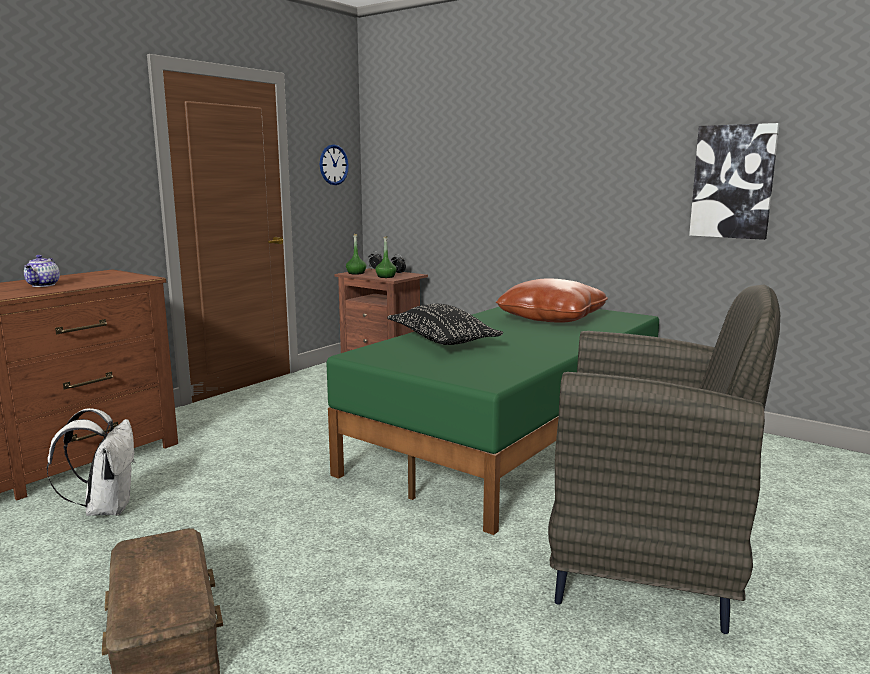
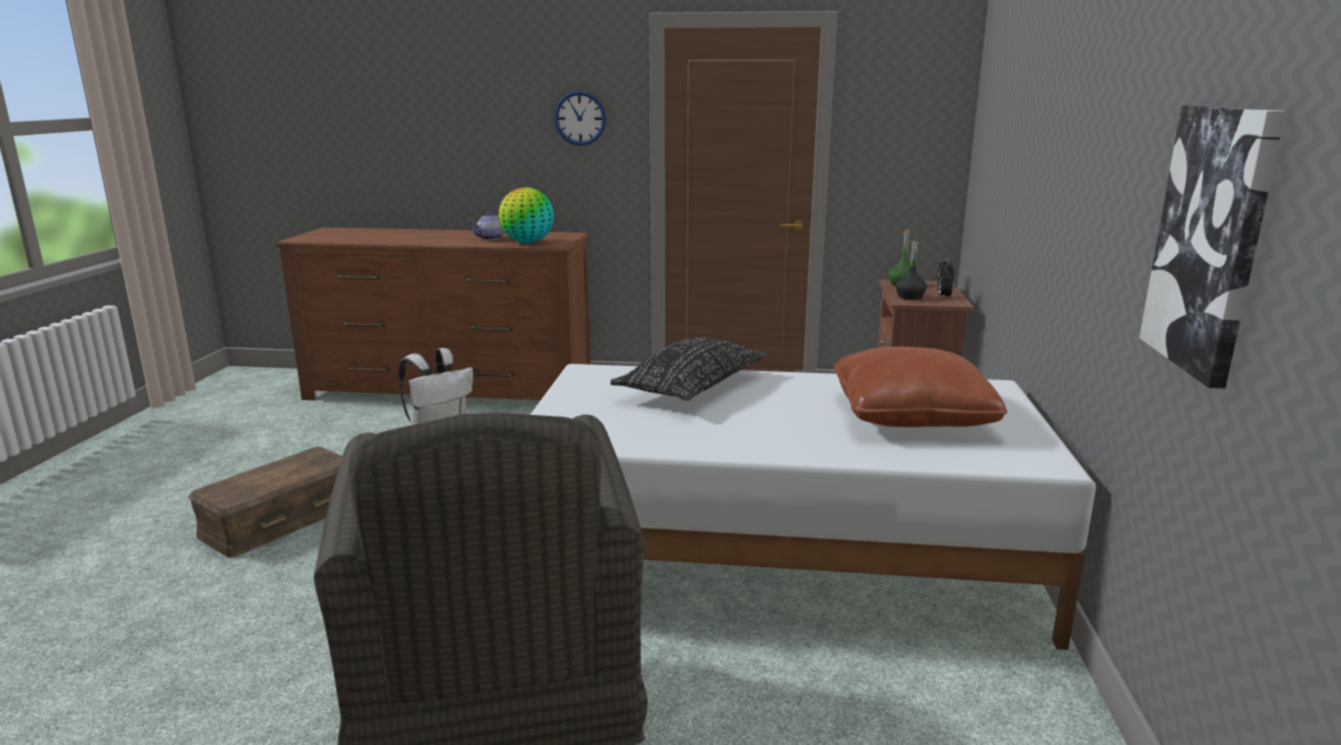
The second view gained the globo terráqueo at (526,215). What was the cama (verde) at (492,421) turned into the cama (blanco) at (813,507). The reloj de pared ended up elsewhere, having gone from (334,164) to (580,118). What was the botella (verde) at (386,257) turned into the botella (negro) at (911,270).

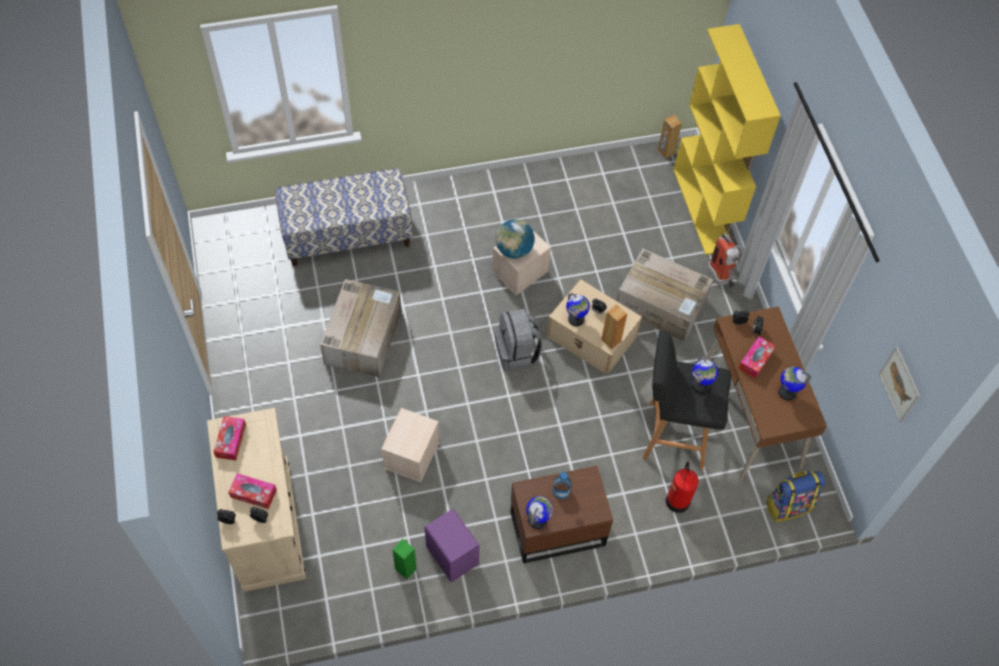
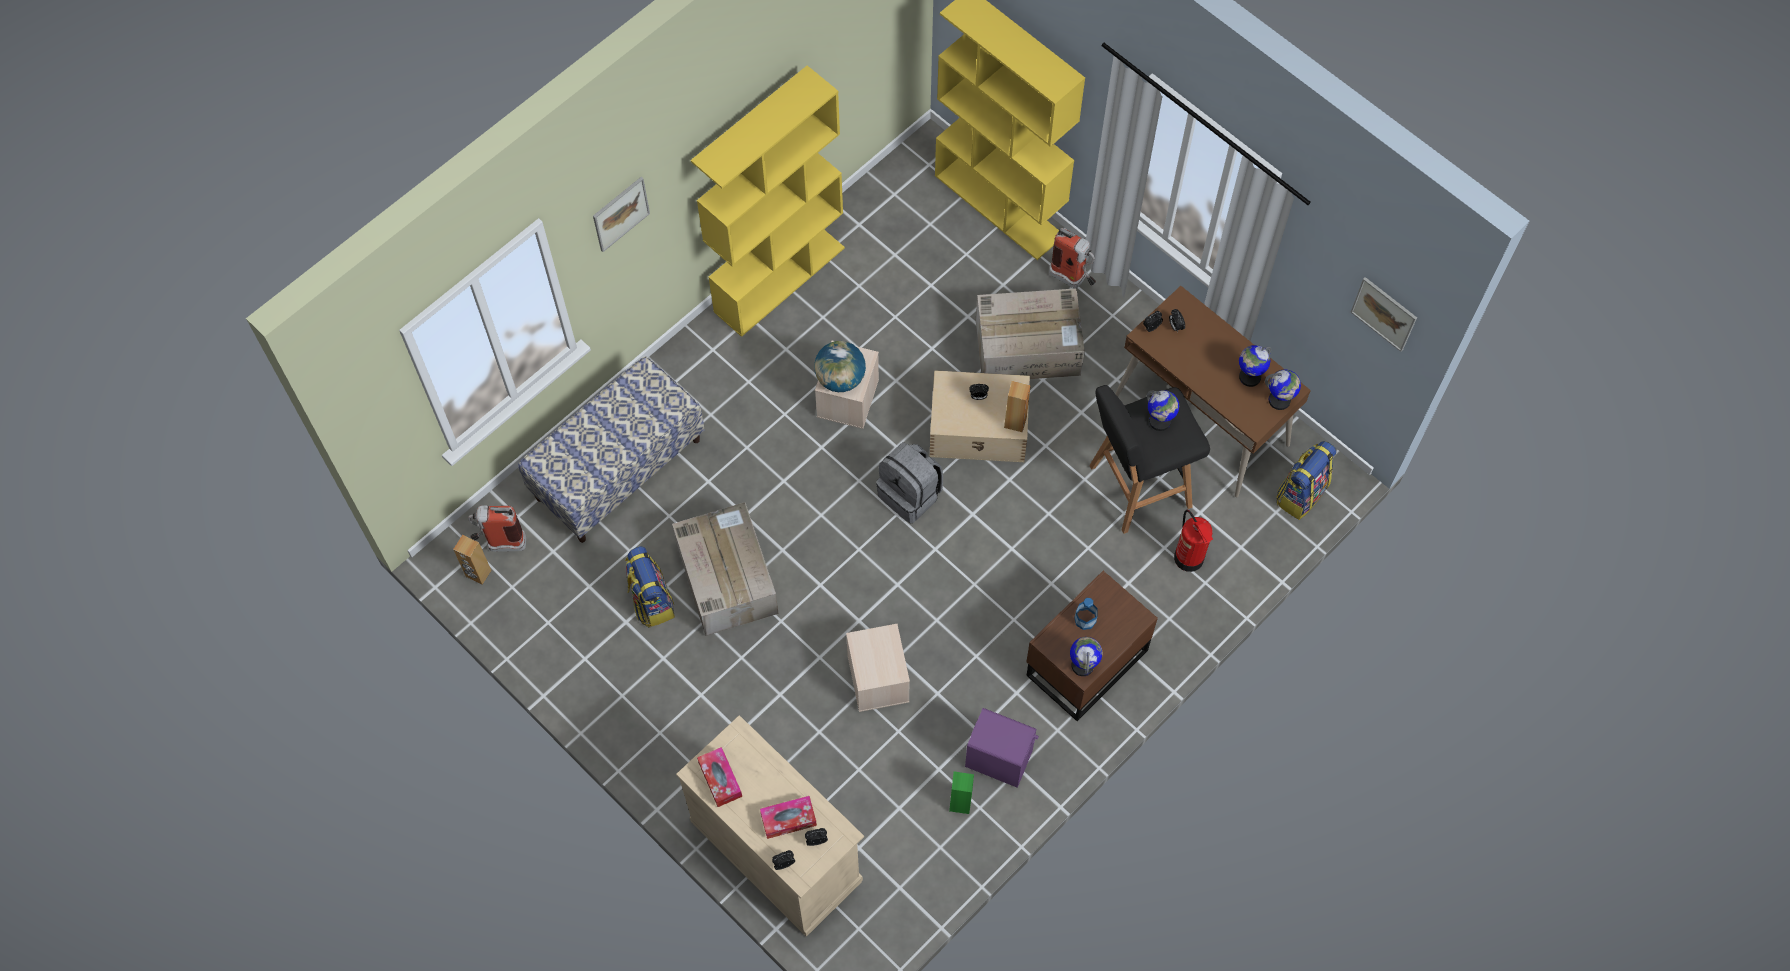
The altavoz (marrón) ended up elsewhere, having gone from (670,137) to (472,560). The second view gained the extintor at (497,528). The second view gained the cuadro at (621,214). The second view gained the mochila at (650,587). The second view gained the estantería (amarillo) at (768,201). The globo terráqueo ended up elsewhere, having gone from (578,309) to (1283,389). The second view lost the caja de pañuelos at (757,357).

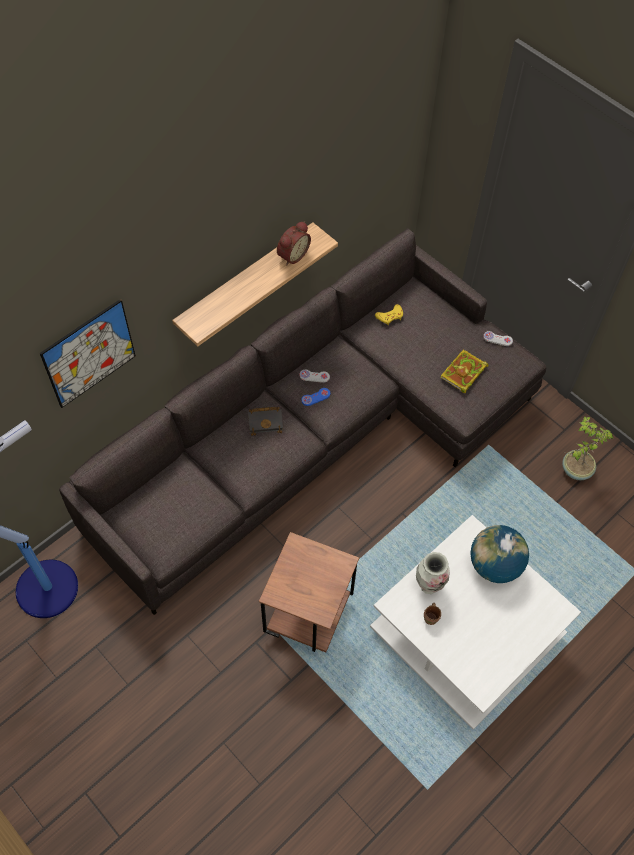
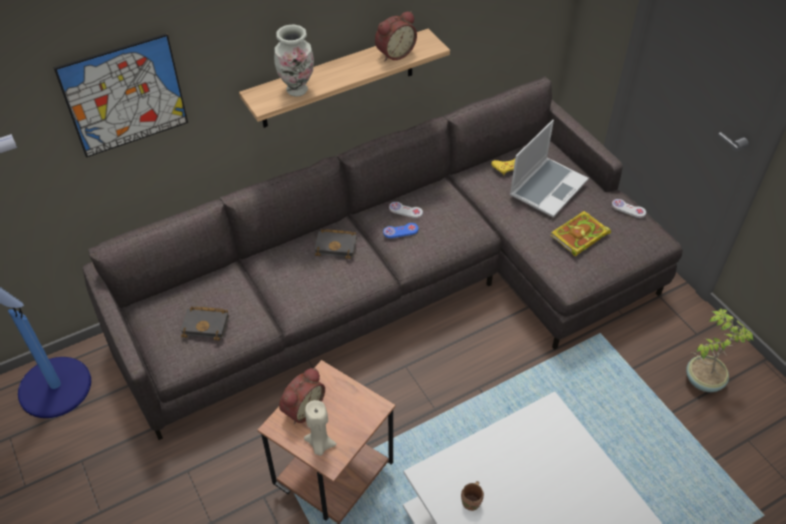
The second view gained the libro (negro) at (204,323). The florero ended up elsewhere, having gone from (433,573) to (294,60). The second view gained the despertador at (302,396). The second view gained the vela (beis) at (320,428). The second view gained the portátil at (549,168). The second view lost the globo terráqueo at (499,554).

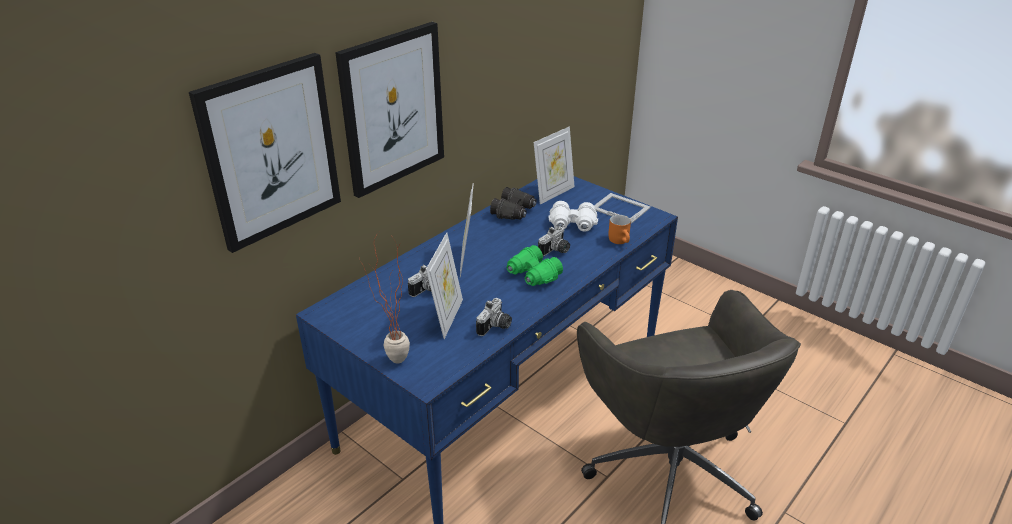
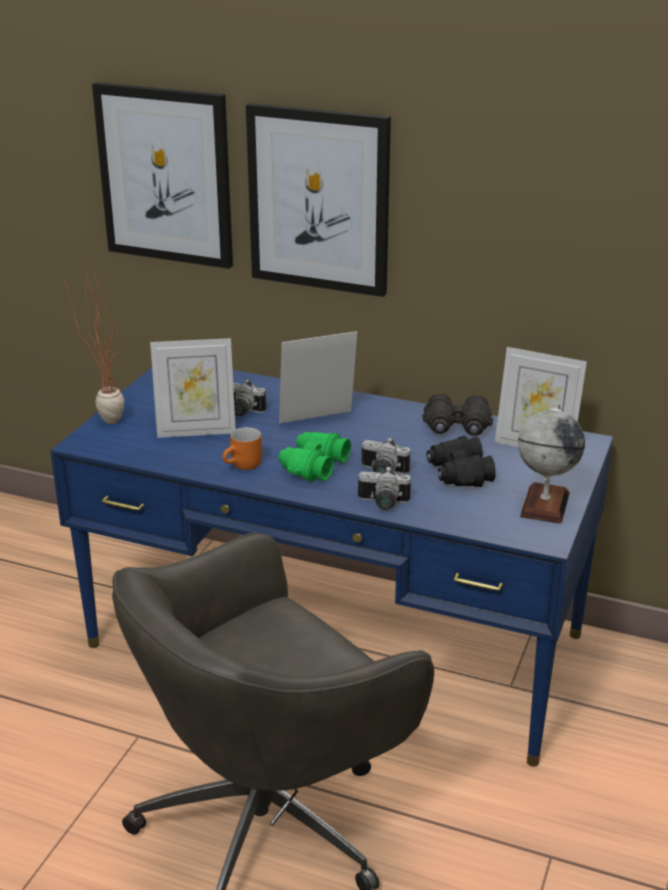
The taza grande (naranja) ended up elsewhere, having gone from (619,229) to (242,448). The cámara ended up elsewhere, having gone from (494,317) to (384,488). What was the prismáticos (blanco) at (573,216) turned into the prismáticos (negro) at (461,461). Where the portarretratos stood at (622,208), the globo terráqueo came to stand at (551,463).

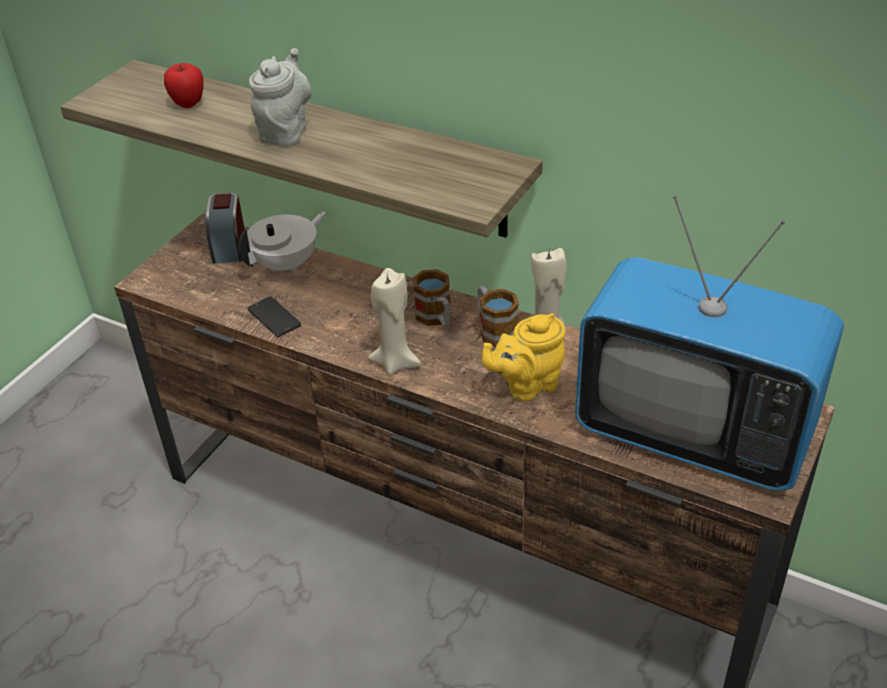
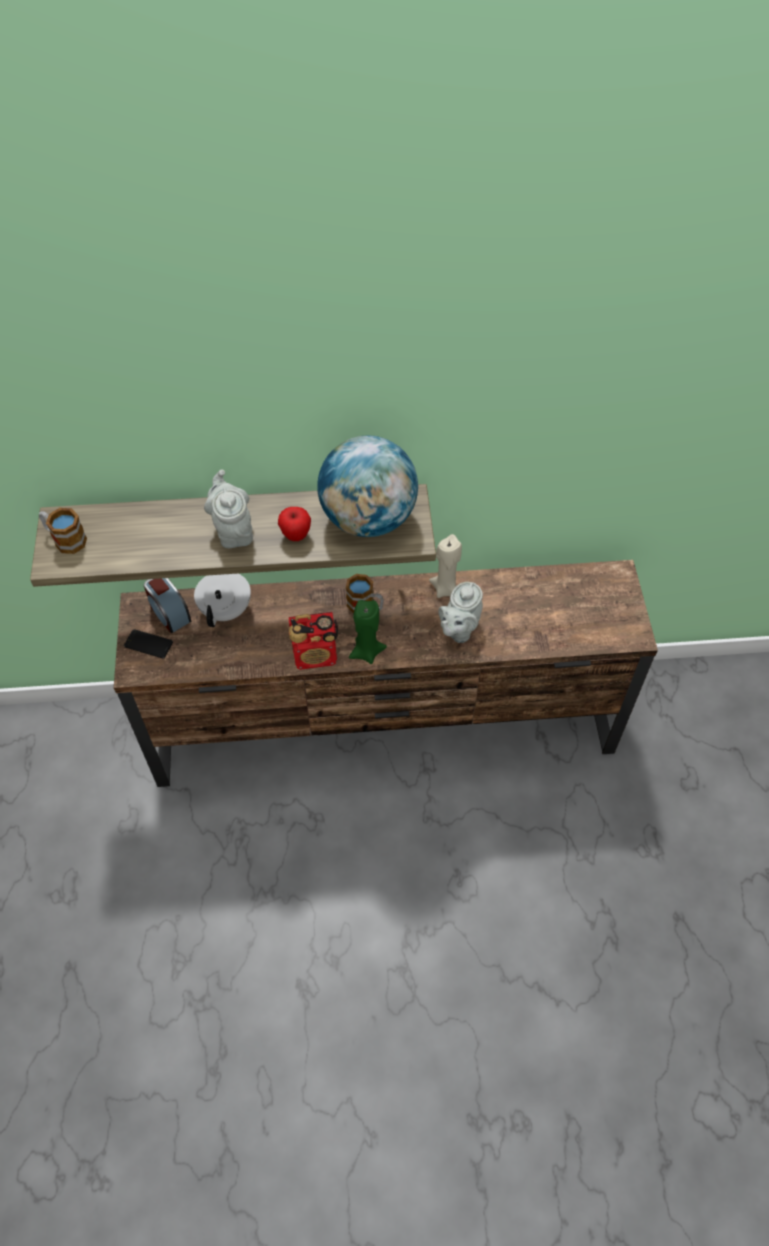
The taza grande ended up elsewhere, having gone from (498,316) to (63,531). The móvil ended up elsewhere, having gone from (274,317) to (148,643). The manzana ended up elsewhere, having gone from (183,85) to (294,524). The second view gained the radio at (313,641). The second view gained the globo terráqueo at (367,486). What was the vela (beis) at (395,322) turned into the vela (verde) at (368,632). What was the tetera (amarillo) at (524,357) turned into the tetera (gris) at (460,612). The second view lost the televisor at (709,343).

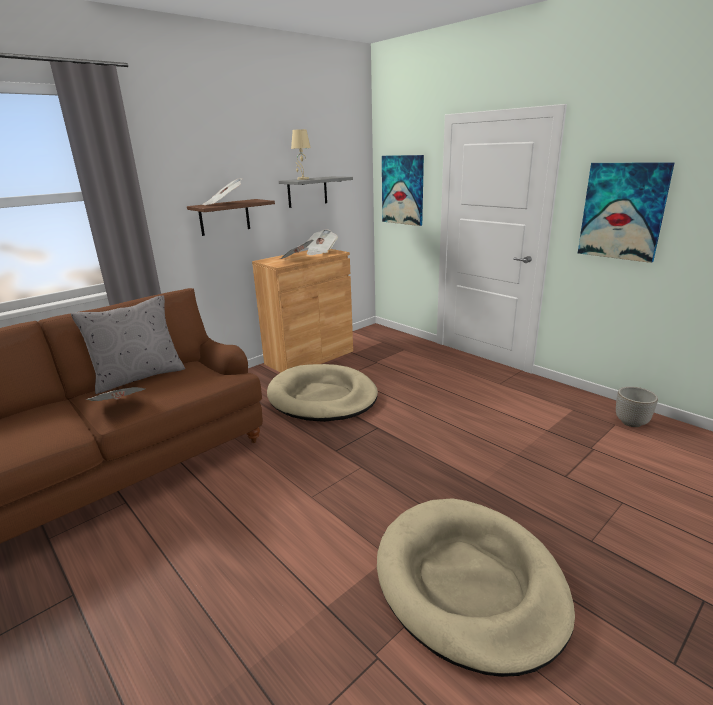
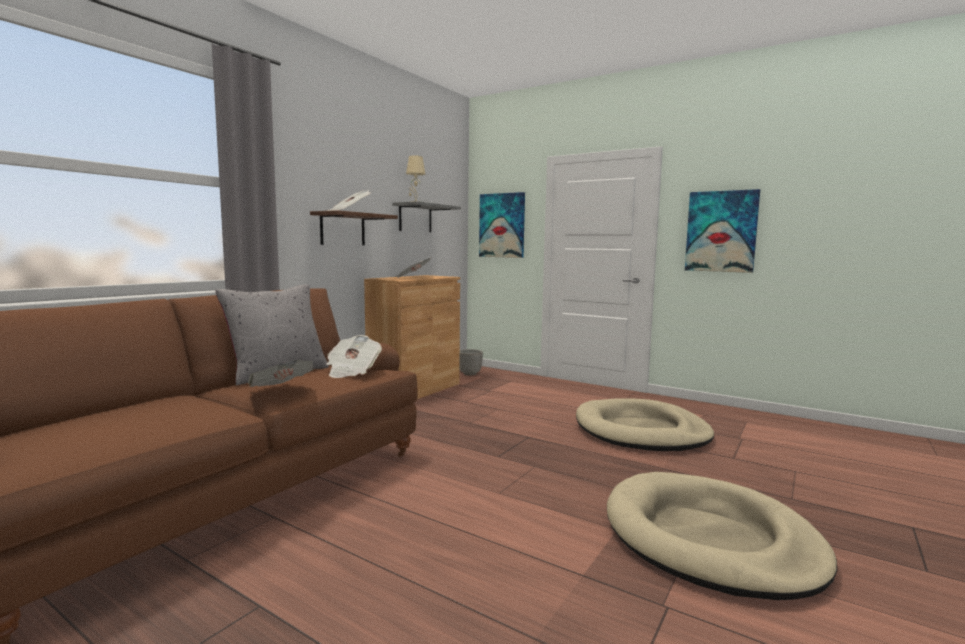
The periódico ended up elsewhere, having gone from (322,242) to (354,356). The maceta ended up elsewhere, having gone from (637,406) to (471,362). The cama para perro (beis) ended up elsewhere, having gone from (322,393) to (645,424).

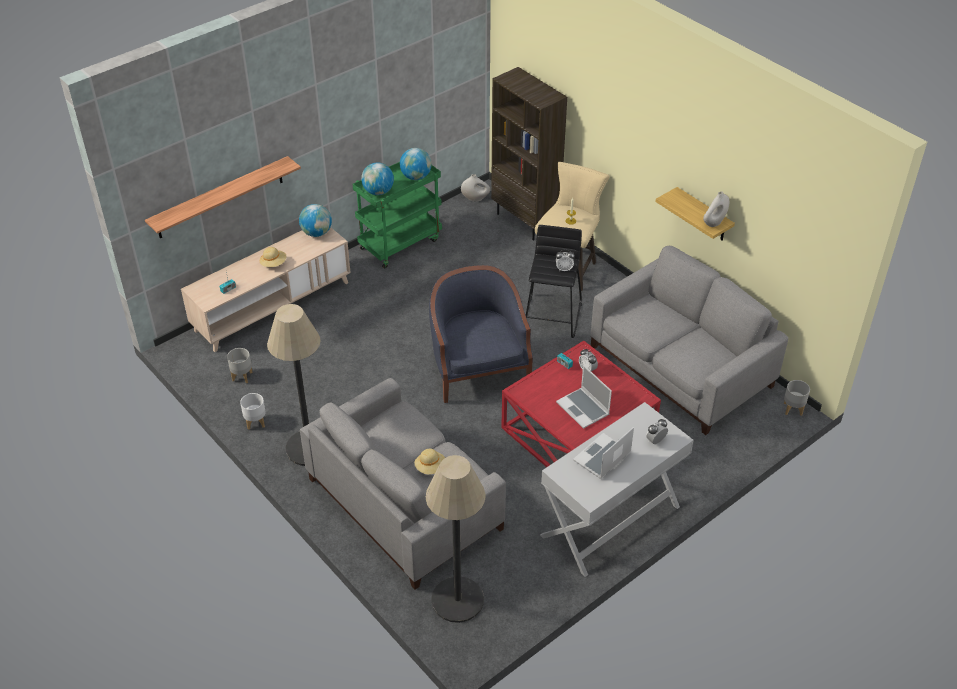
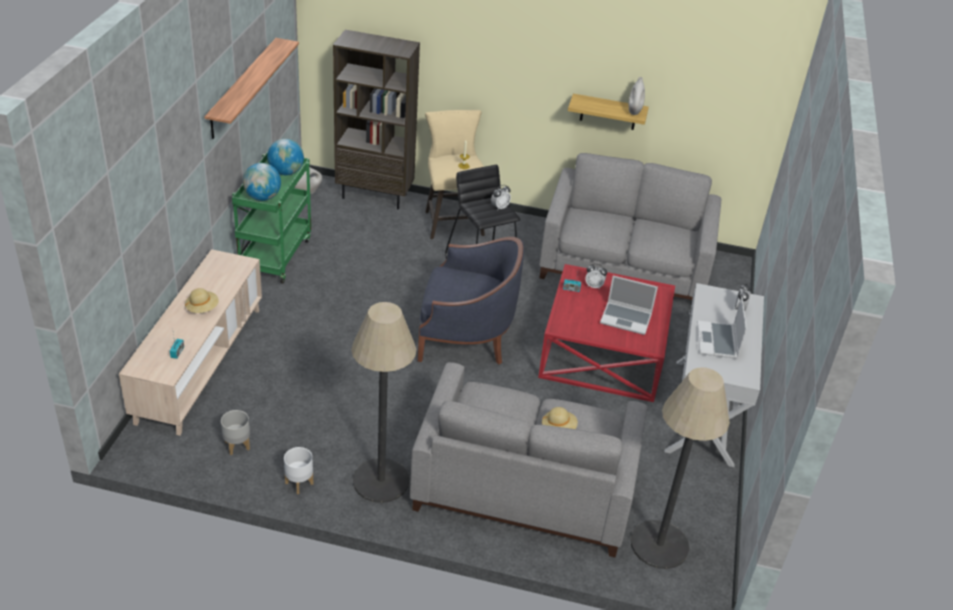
The estante ended up elsewhere, having gone from (223,197) to (251,88). The sillón (azul) at (481,334) ended up facing another way, 150 degrees clockwise from before. The second view lost the globo terráqueo at (315,220). The second view lost the maceta (gris) at (797,398).

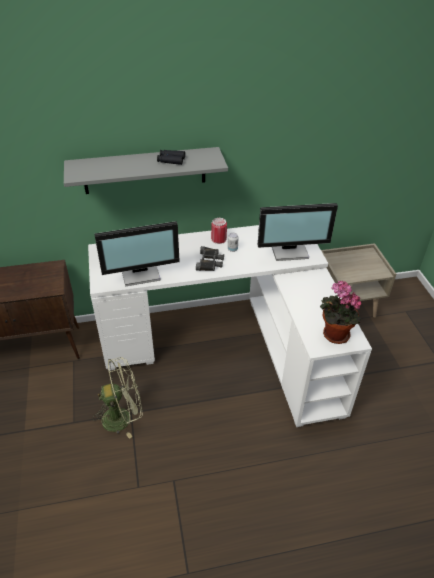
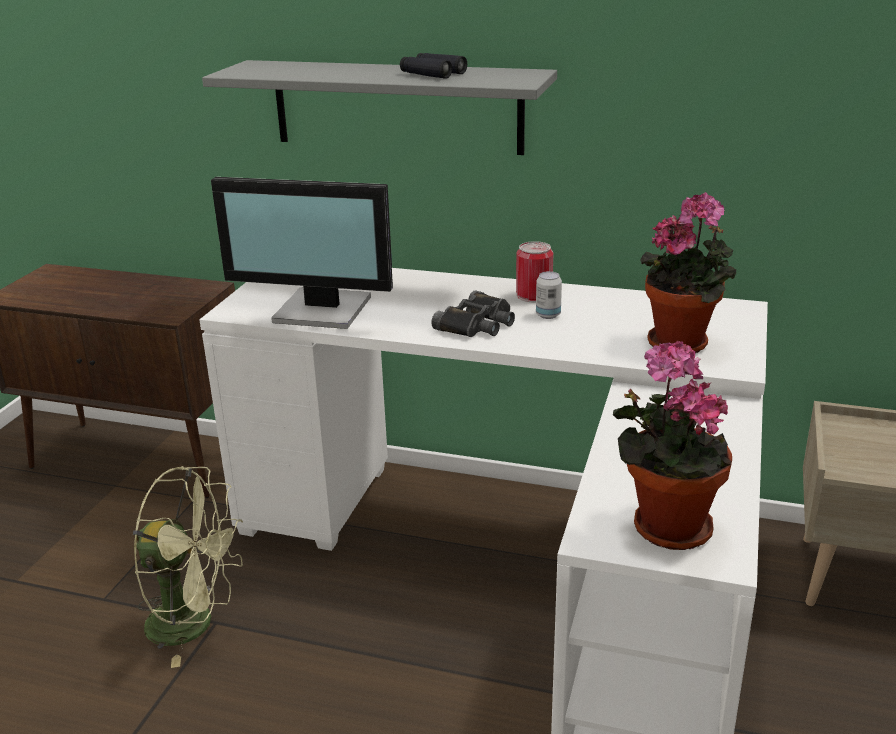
Where the monitor stood at (298,232), the planta en maceta came to stand at (688,272).

